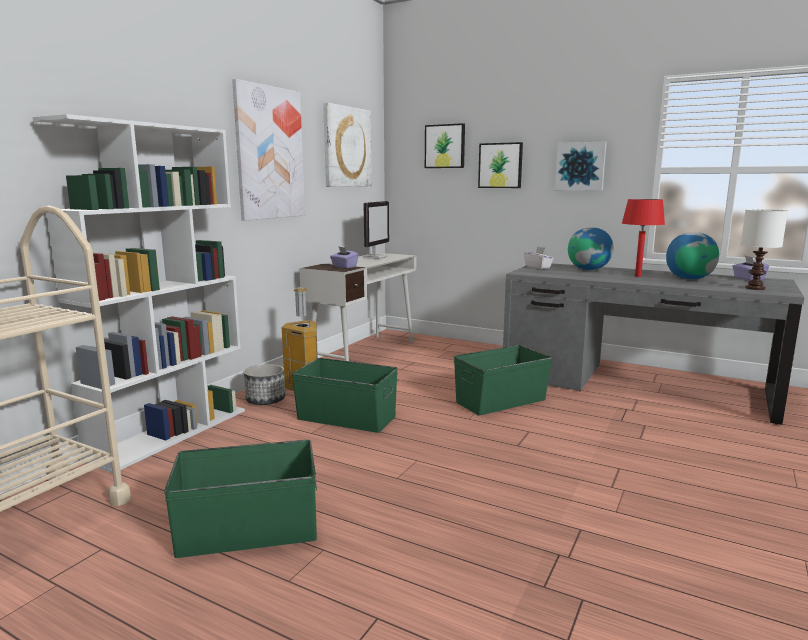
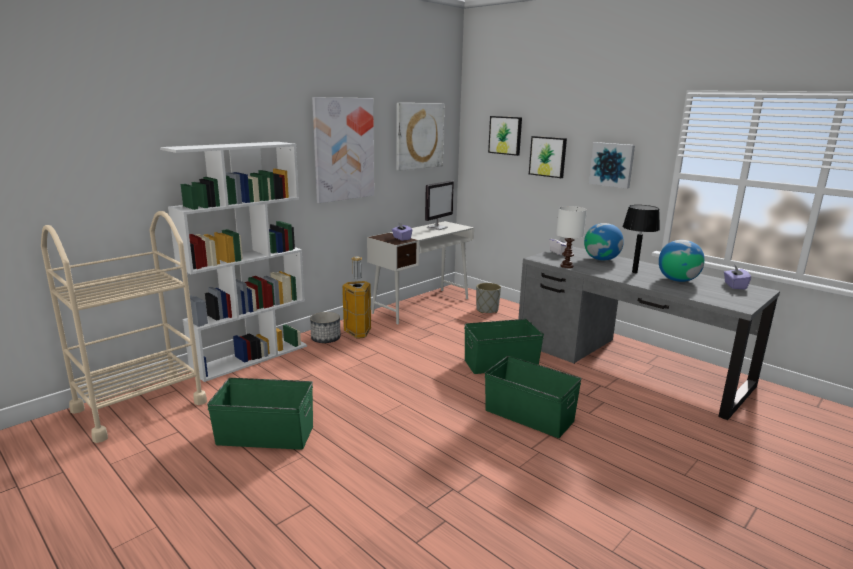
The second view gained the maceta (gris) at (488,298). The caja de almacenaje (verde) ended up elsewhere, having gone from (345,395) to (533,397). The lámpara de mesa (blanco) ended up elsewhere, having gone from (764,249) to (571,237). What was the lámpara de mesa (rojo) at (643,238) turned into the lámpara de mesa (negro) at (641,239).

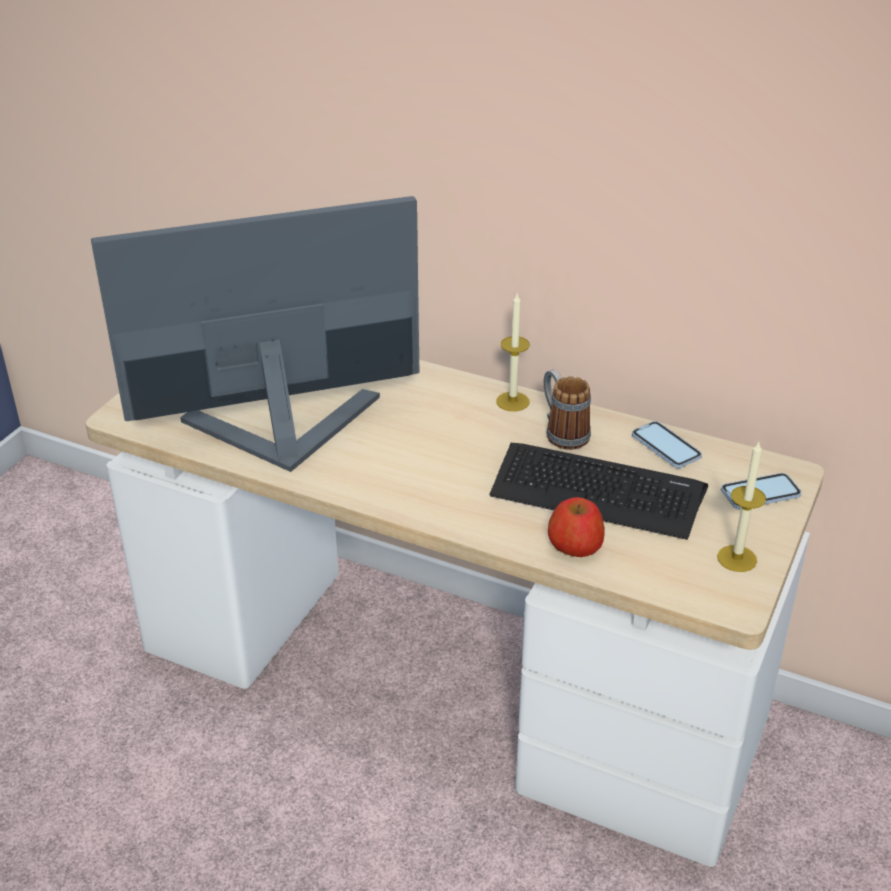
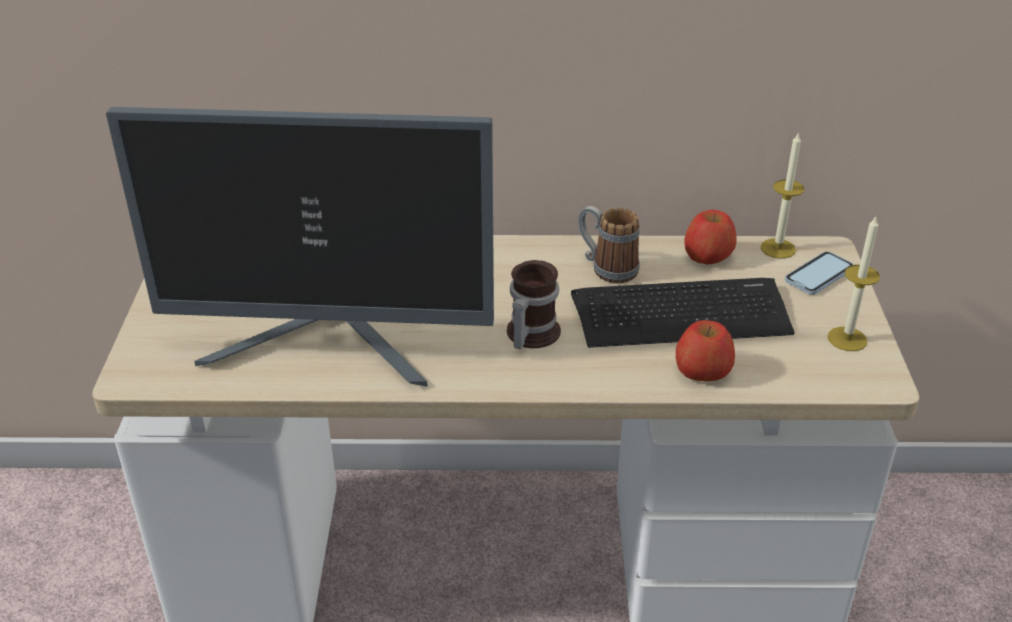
The monitor at (255,334) ended up facing another way, 135 degrees counterclockwise from before. The second view gained the taza grande at (534,304). Where the móvil stood at (667,444), the manzana came to stand at (711,237). The vela ended up elsewhere, having gone from (513,352) to (782,196).

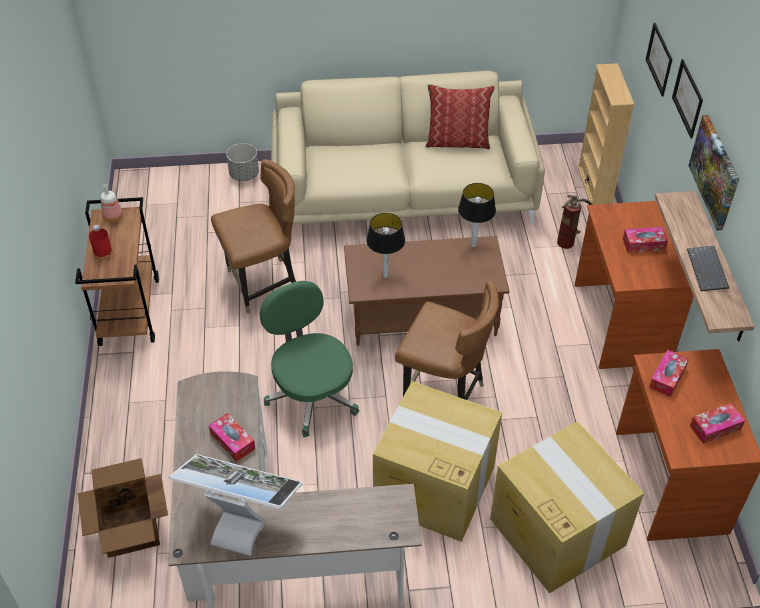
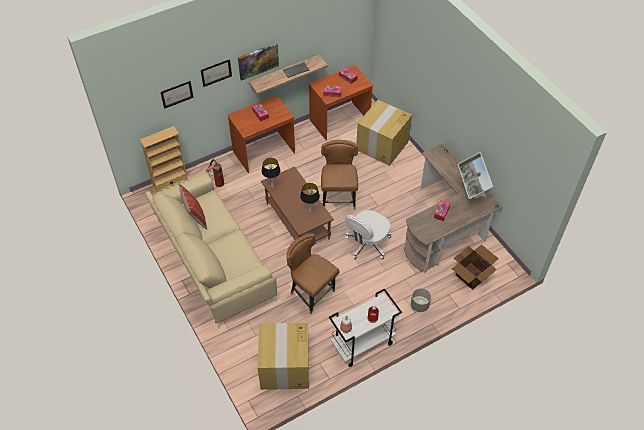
The caja de cartón ended up elsewhere, having gone from (437,461) to (283,356). What was the carrito (marrón) at (117,271) turned into the carrito (blanco) at (365,327). What was the silla de oficina (verde) at (309,359) turned into the silla de oficina (blanco) at (368,235). The maceta (gris) ended up elsewhere, having gone from (242,162) to (421,300).

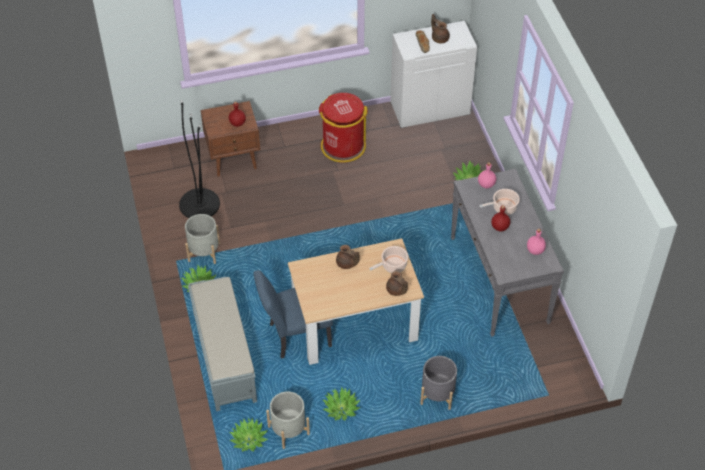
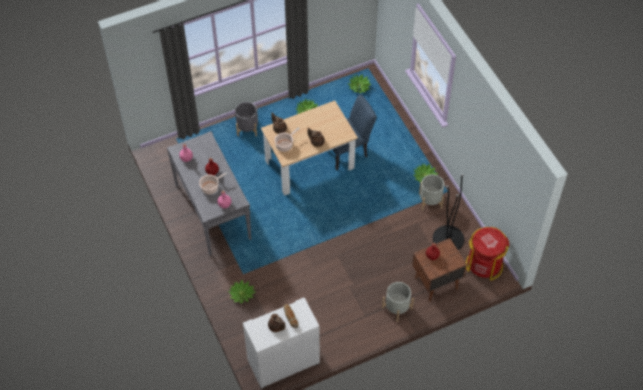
The maceta (gris) ended up elsewhere, having gone from (288,420) to (398,302). The papelera (rojo) ended up elsewhere, having gone from (343,128) to (487,254). The second view lost the banco (gris) at (222,344).

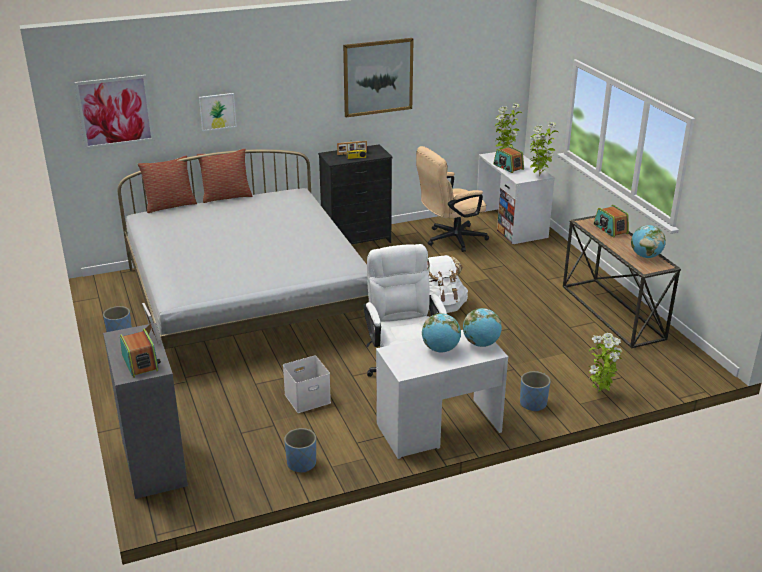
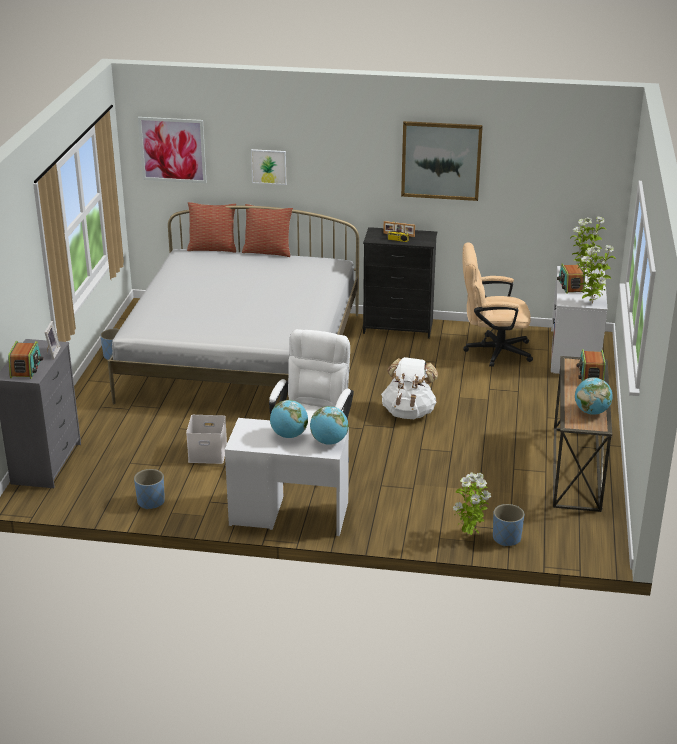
The maceta (azul) ended up elsewhere, having gone from (535,391) to (508,525).

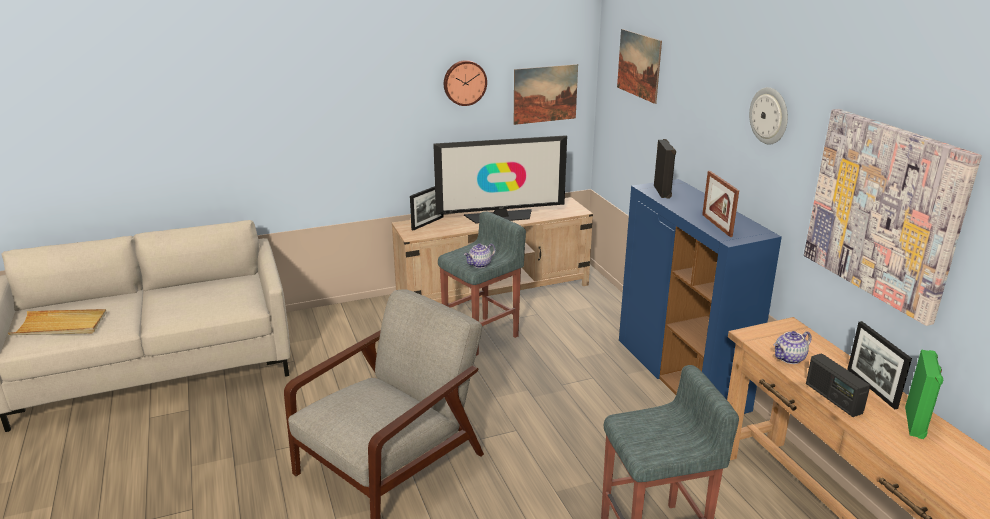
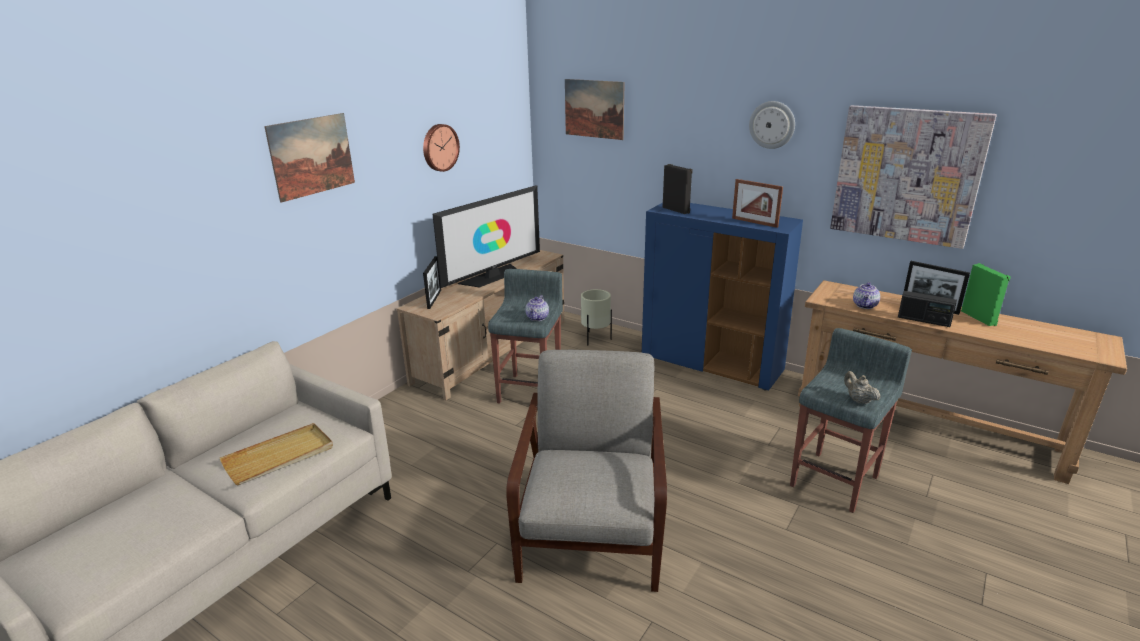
The bandeja (beis) ended up elsewhere, having gone from (57,322) to (276,454). The cuadro ended up elsewhere, having gone from (546,94) to (309,158). The second view gained the maceta (beis) at (596,317). The second view gained the tetera (beis) at (862,387).

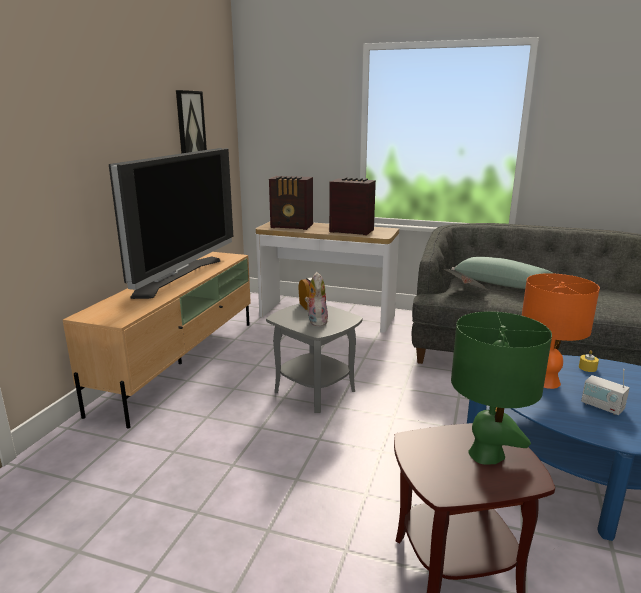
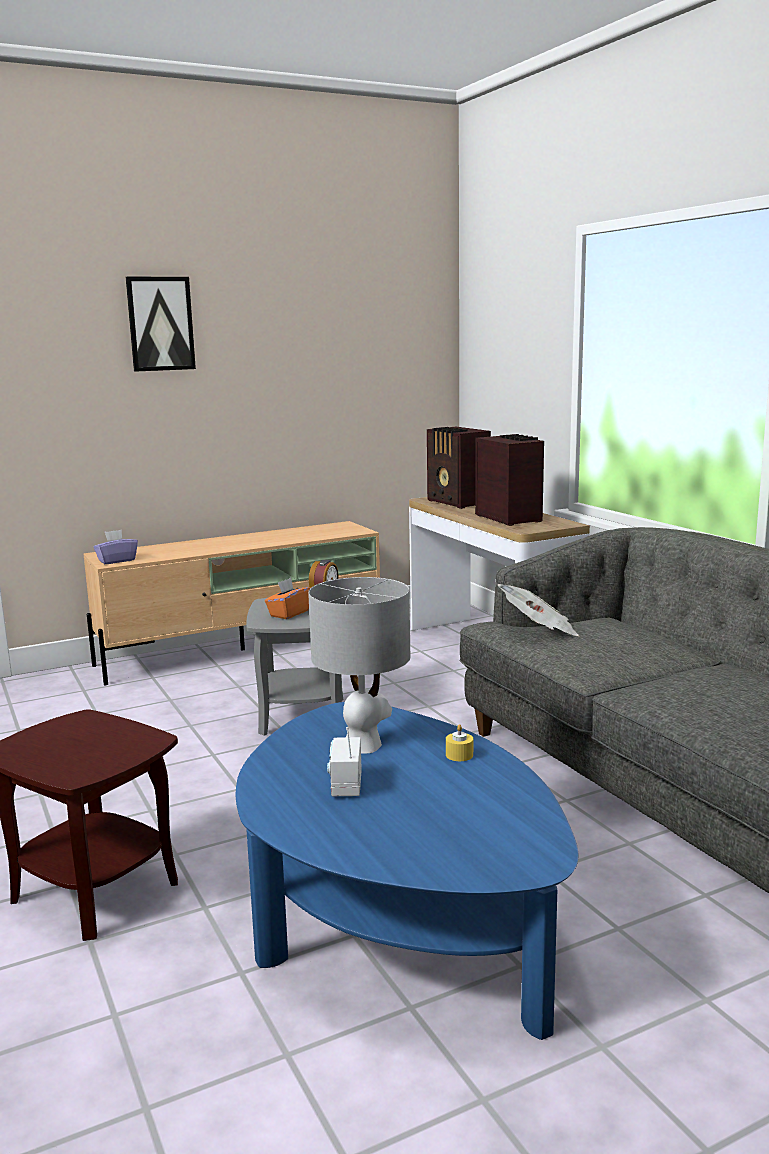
The second view gained the caja de pañuelos (morado) at (115,546). The cuadro ended up elsewhere, having gone from (191,122) to (161,324). Where the peluche stood at (316,299), the caja de pañuelos (naranja) came to stand at (288,598). What was the lámpara de mesa (naranja) at (561,331) turned into the lámpara de mesa (gris) at (359,665). The second view lost the televisor at (171,223). The second view lost the lámpara de mesa (verde) at (501,388). The second view lost the cojín (verde) at (503,273).

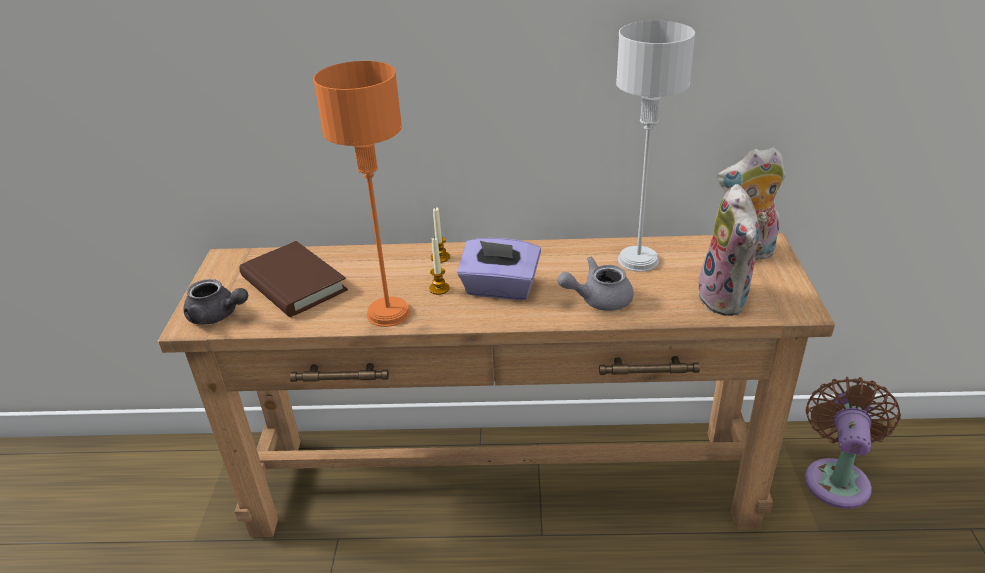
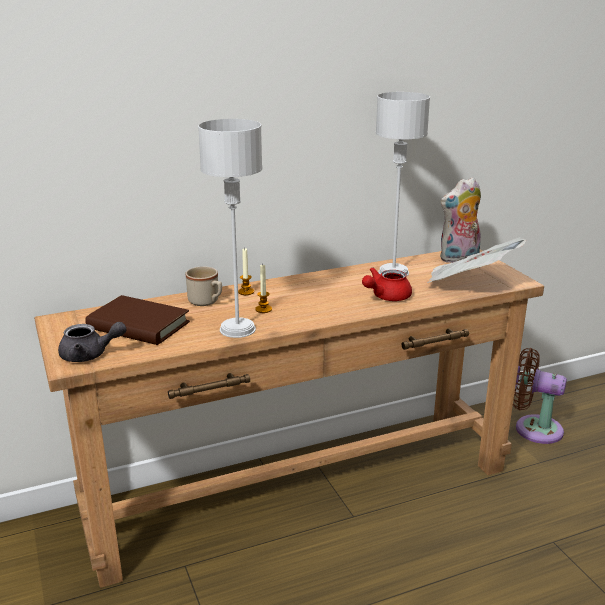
The second view gained the taza grande (beis) at (203,286). What was the lámpara de mesa (naranja) at (362,194) turned into the lámpara de mesa (gris) at (230,228). What was the tetera (gris) at (596,284) turned into the tetera (rojo) at (387,284). Where the peluche stood at (730,250), the periódico came to stand at (476,260). The ventilador (marrón) at (853,443) ended up facing another way, 60 degrees counterclockwise from before. The second view lost the caja de pañuelos (morado) at (499,269).

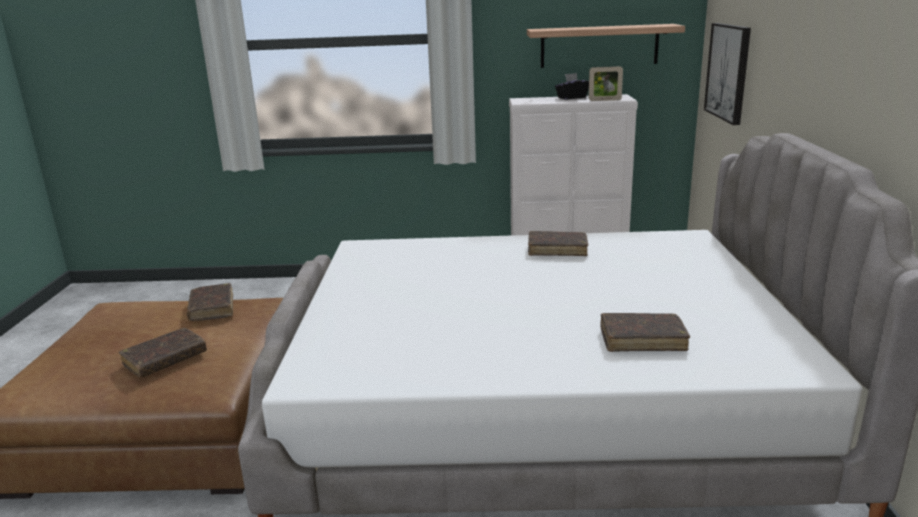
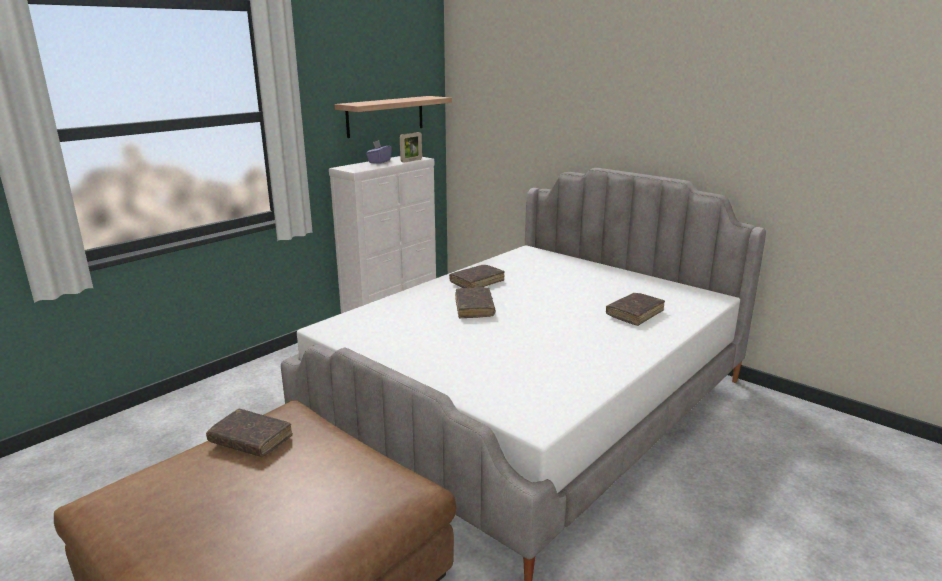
What was the caja de pañuelos (negro) at (572,86) turned into the caja de pañuelos (morado) at (379,152). The libro (marrón) ended up elsewhere, having gone from (163,352) to (475,302). The second view lost the cuadro at (727,74).

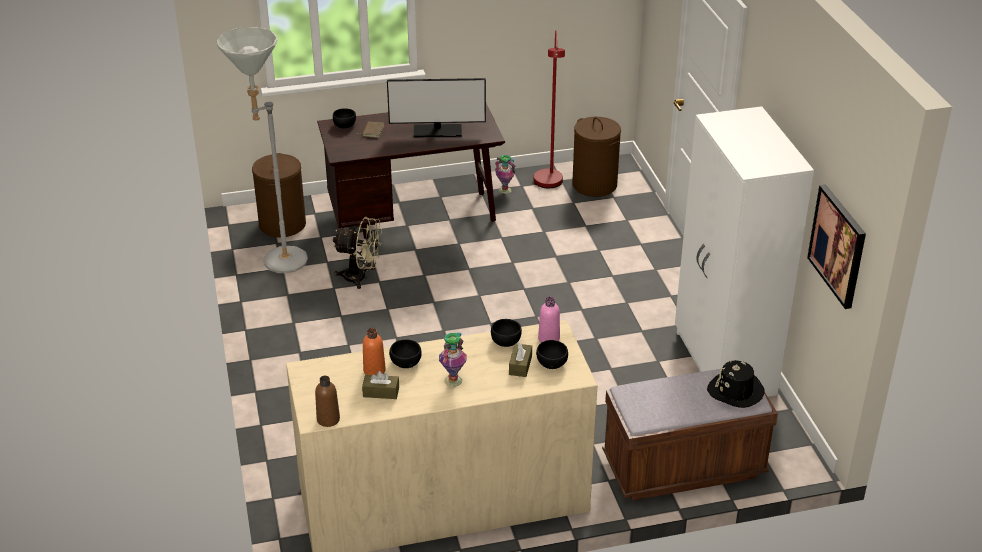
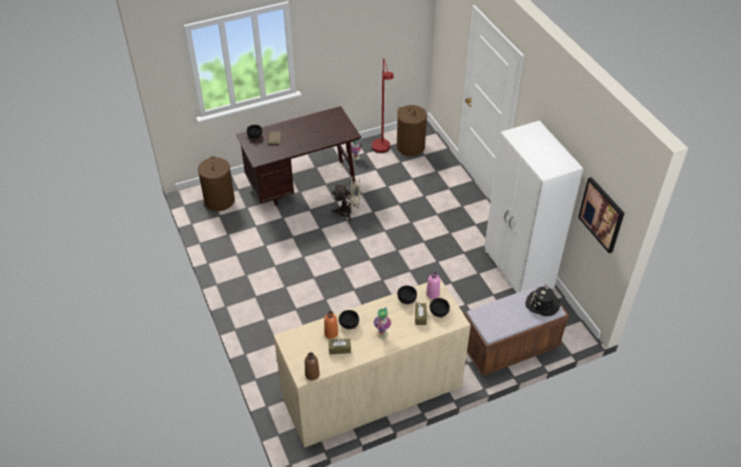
The ventilador (beis) ended up elsewhere, having gone from (357,253) to (346,198). The second view lost the lámpara de pie (gris) at (262,150). The second view lost the monitor at (436,108).

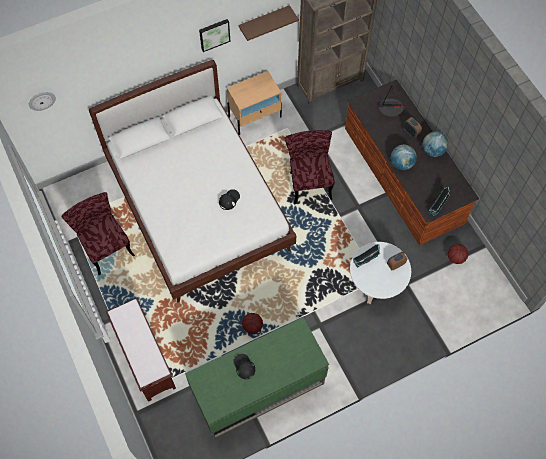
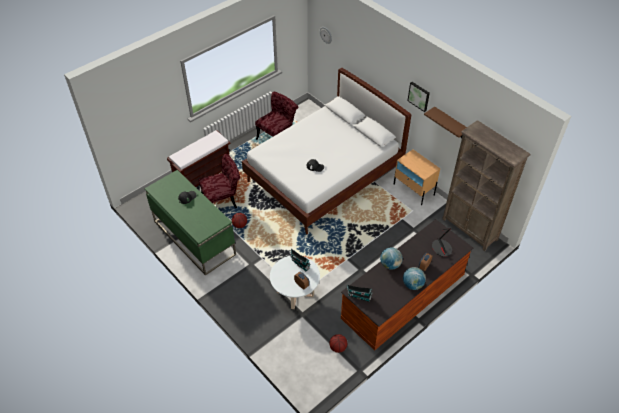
The silla (rojo) ended up elsewhere, having gone from (309,167) to (219,181).

